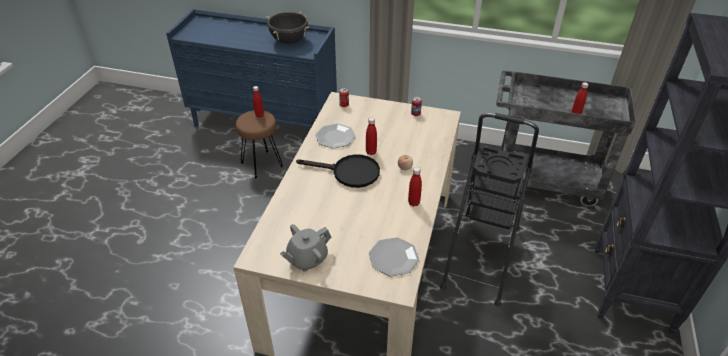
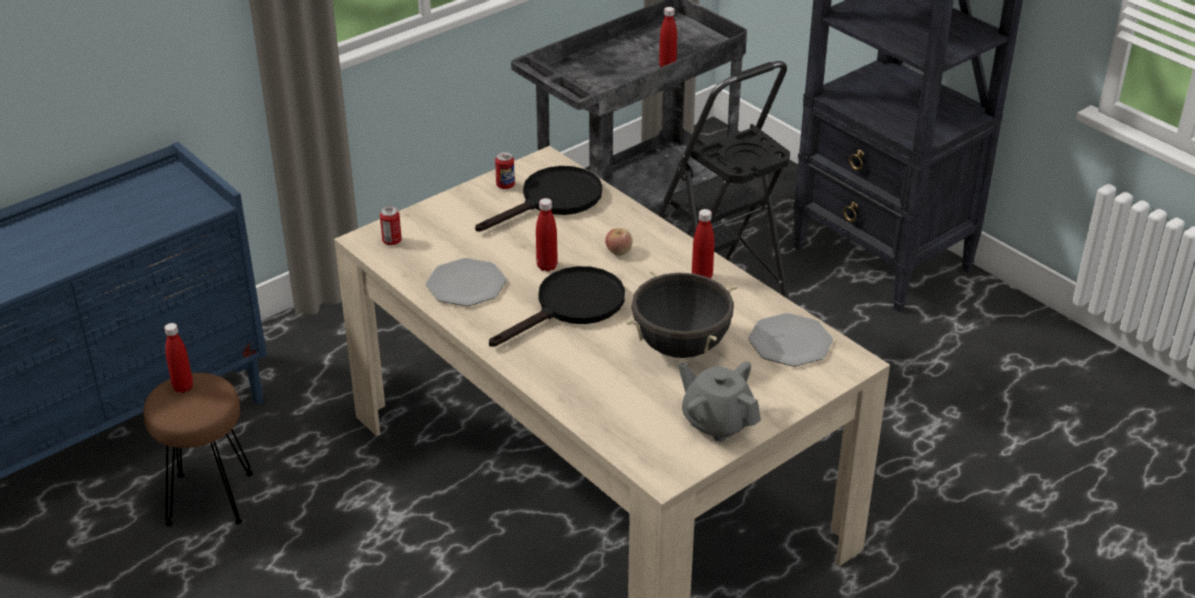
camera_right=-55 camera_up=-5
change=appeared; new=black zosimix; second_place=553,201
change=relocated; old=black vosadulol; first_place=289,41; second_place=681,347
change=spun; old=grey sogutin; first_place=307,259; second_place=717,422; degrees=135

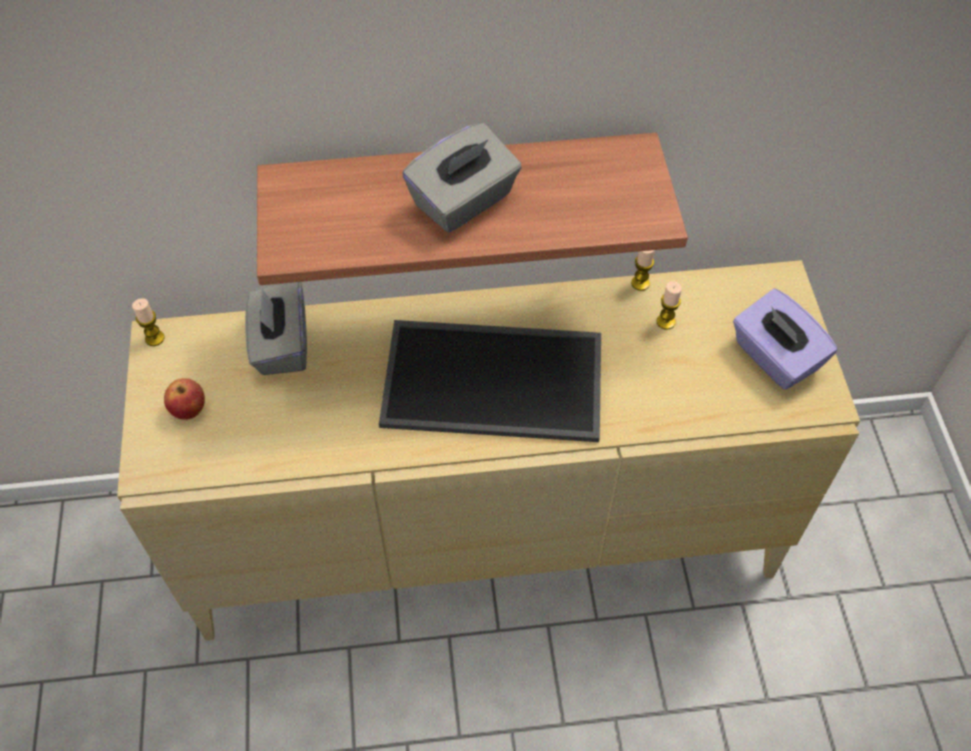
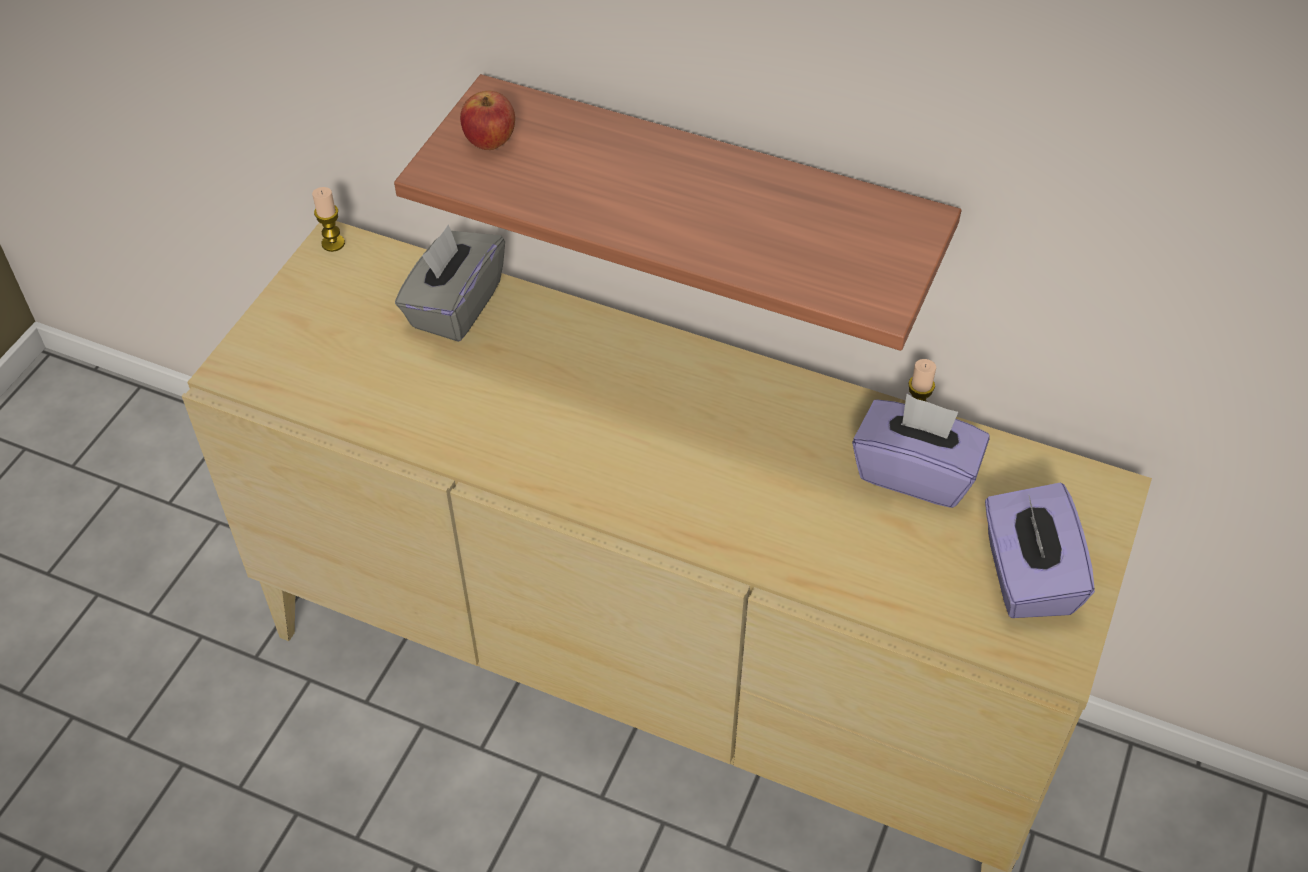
camera_right=30 camera_up=-5
change=relocated; old=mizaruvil; first_place=189,409; second_place=490,142
change=exchanged; old=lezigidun; new=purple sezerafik; first_place=665,322; second_place=915,472
change=missing; old=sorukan; first_place=495,378
change=missing; old=grey sezerafik; first_place=464,202

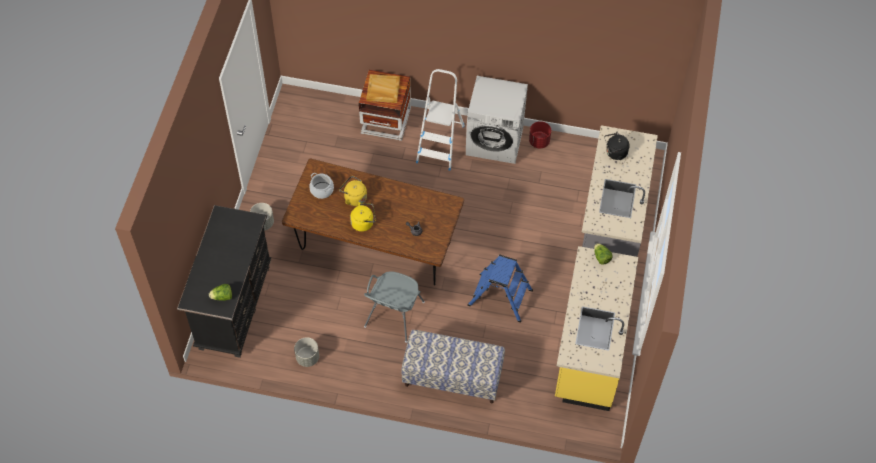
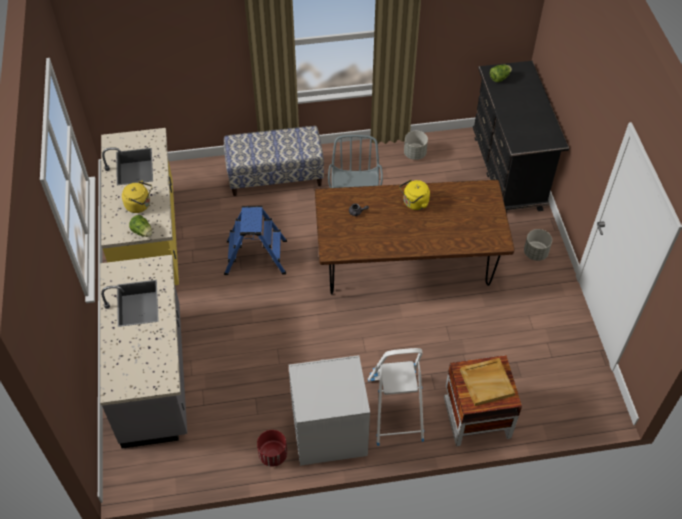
camera_right=160 camera_up=-5
change=relocated; old=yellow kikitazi; first_place=354,198; second_place=140,205
change=missing; old=vosadulol; first_place=322,190
change=missing; old=black kikitazi; first_place=615,153

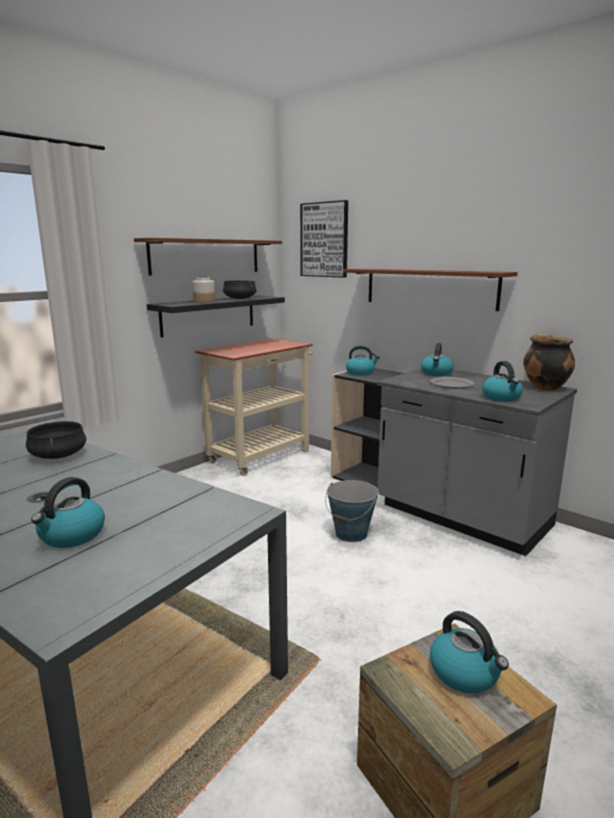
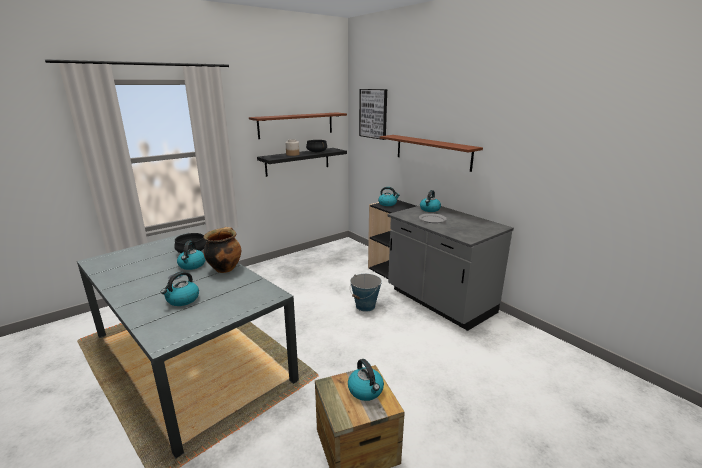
camera_right=10 camera_up=5
change=relocated; old=kikitazi; first_place=501,397; second_place=192,265
change=relocated; old=vosadulol; first_place=544,387; second_place=225,268
change=missing; old=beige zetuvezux; first_place=260,456

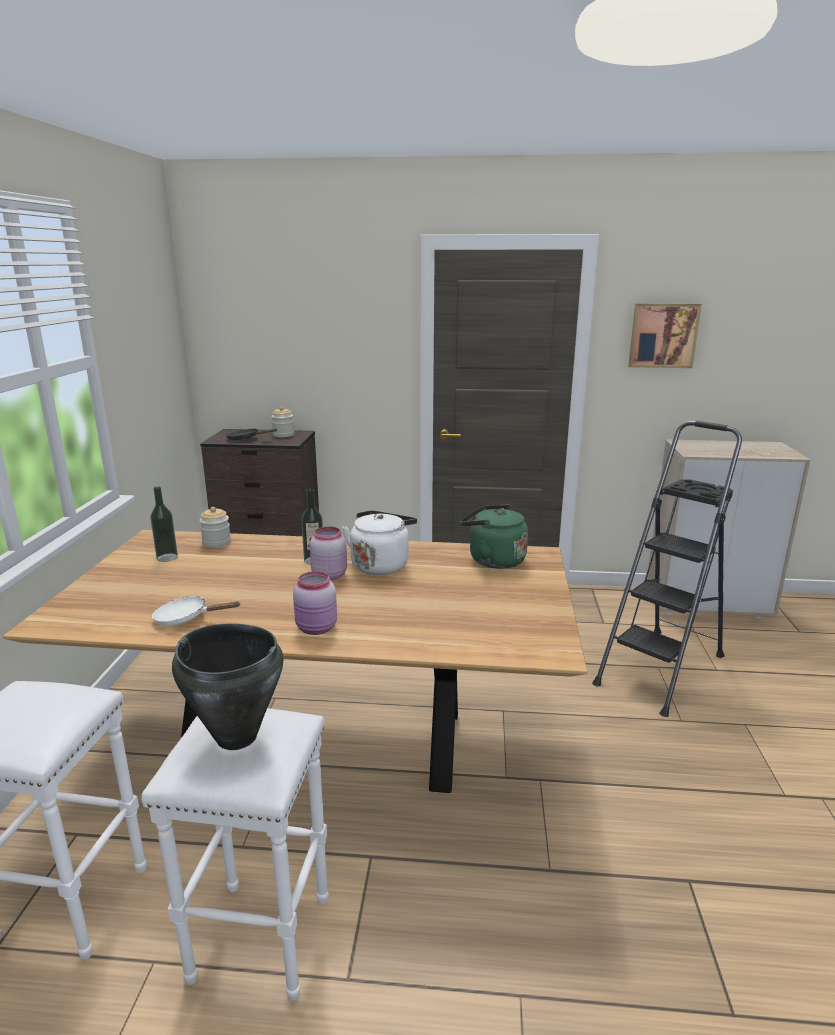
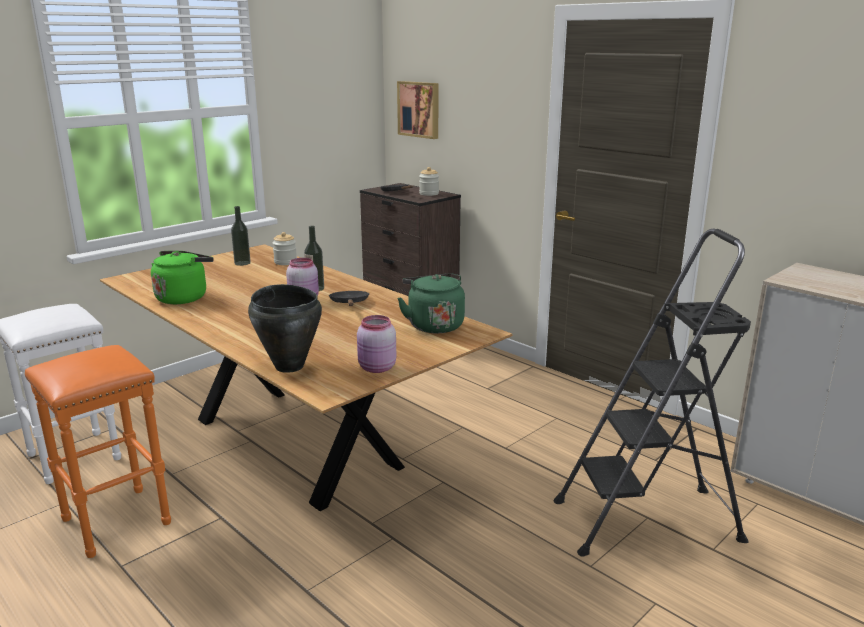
camera_right=40 camera_up=0
change=colour; old=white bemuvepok; new=orange bemuvepok; first_place=257,939; second_place=114,521
change=exchanged; old=white zosimix; new=green kikitazi; first_place=186,618; second_place=183,297
change=relocated; old=black vosadulol; first_place=236,736; second_place=289,366
change=exchanged; old=white kikitazi; new=black zosimix; first_place=381,564; second_place=349,303
change=relocated; old=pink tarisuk; first_place=317,629; second_place=377,368
change=relocated; old=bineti; first_place=663,335; second_place=419,109

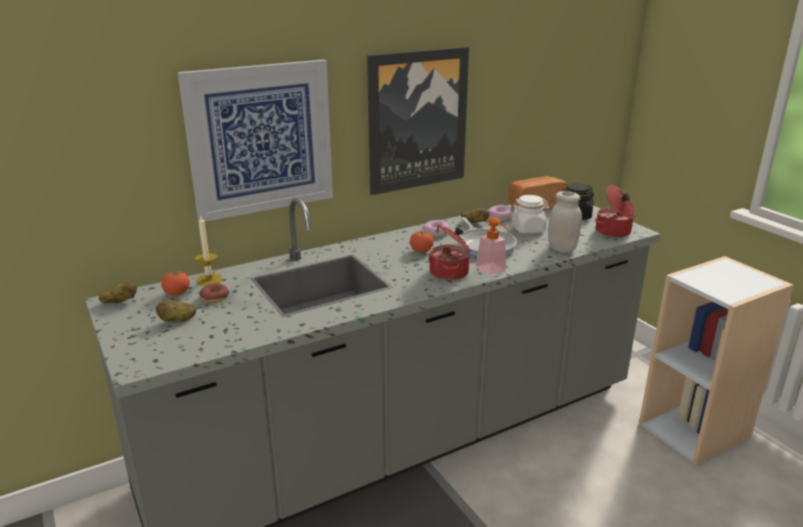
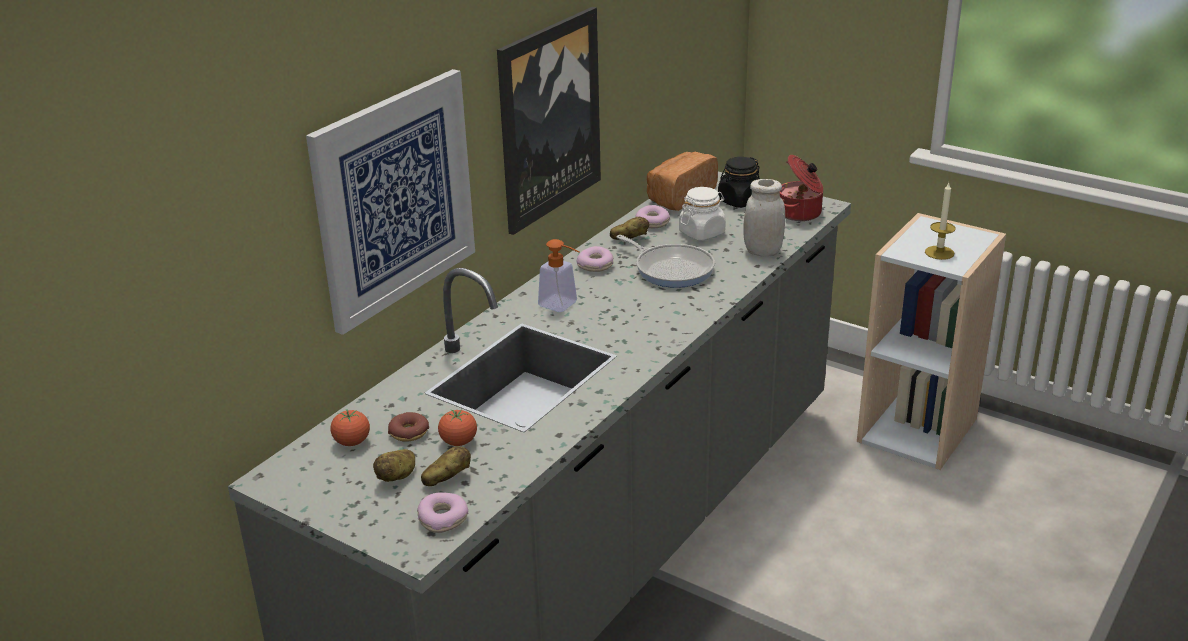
camera_right=-25 camera_up=5
change=appeared; new=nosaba; second_place=443,519
change=relocated; old=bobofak; first_place=120,302; second_place=447,478
change=relocated; old=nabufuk; first_place=421,251; second_place=458,442
change=relocated; old=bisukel; first_place=493,271; second_place=563,306
change=relocated; old=lezigidun; first_place=209,280; second_place=939,252
change=missing; old=vosadulol; first_place=450,272

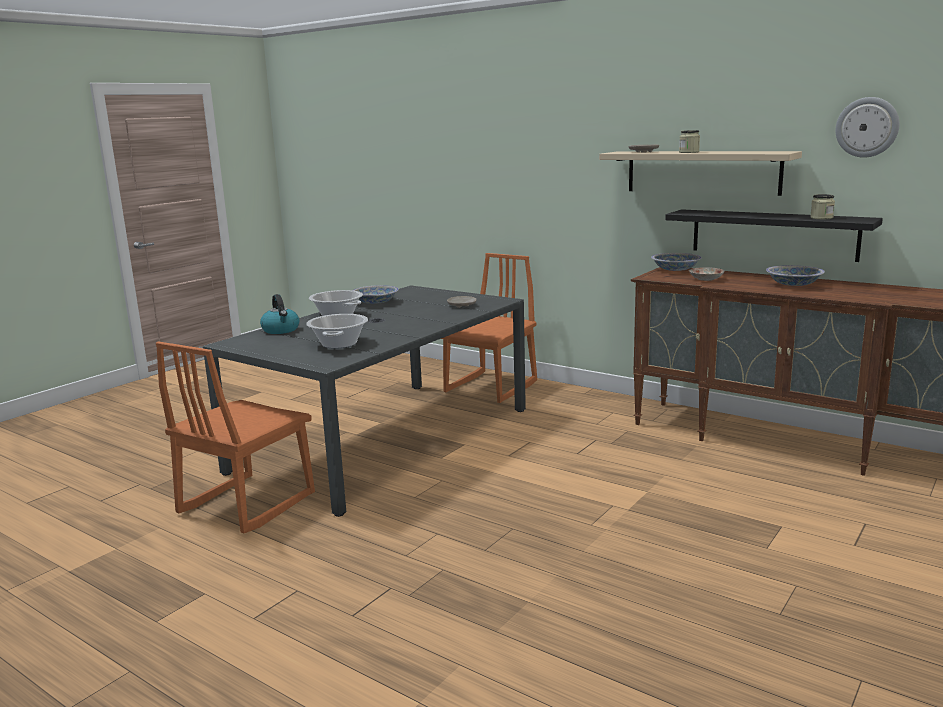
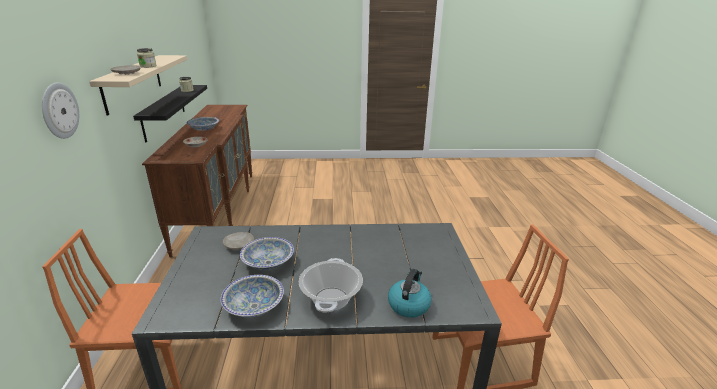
camera_right=-130 camera_up=10
change=relocated; old=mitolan; first_place=867,127; second_place=59,110
change=relocated; old=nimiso; first_place=675,270; second_place=268,263
change=missing; old=vosadulol; first_place=339,344

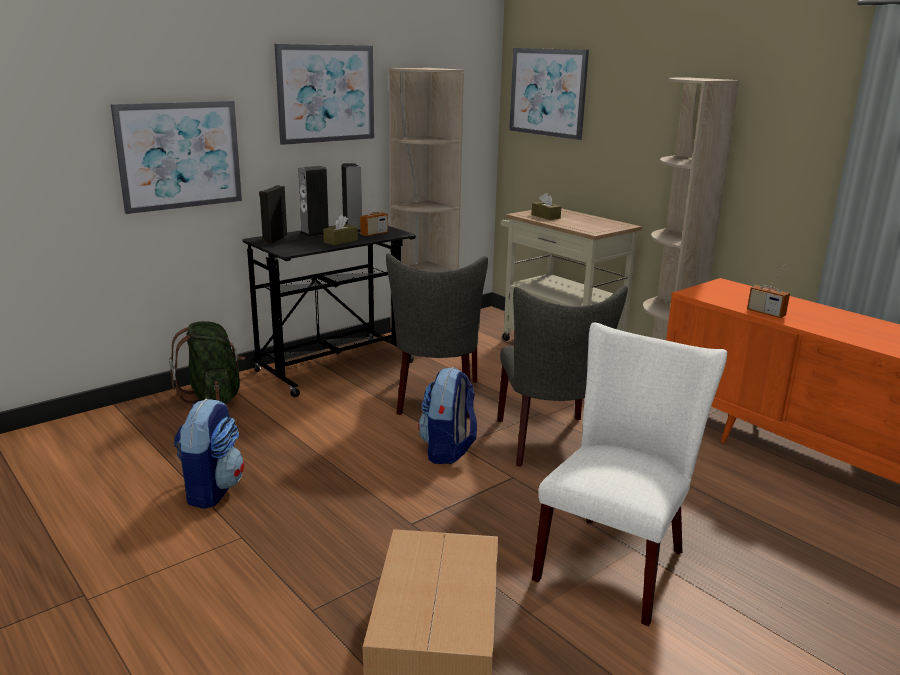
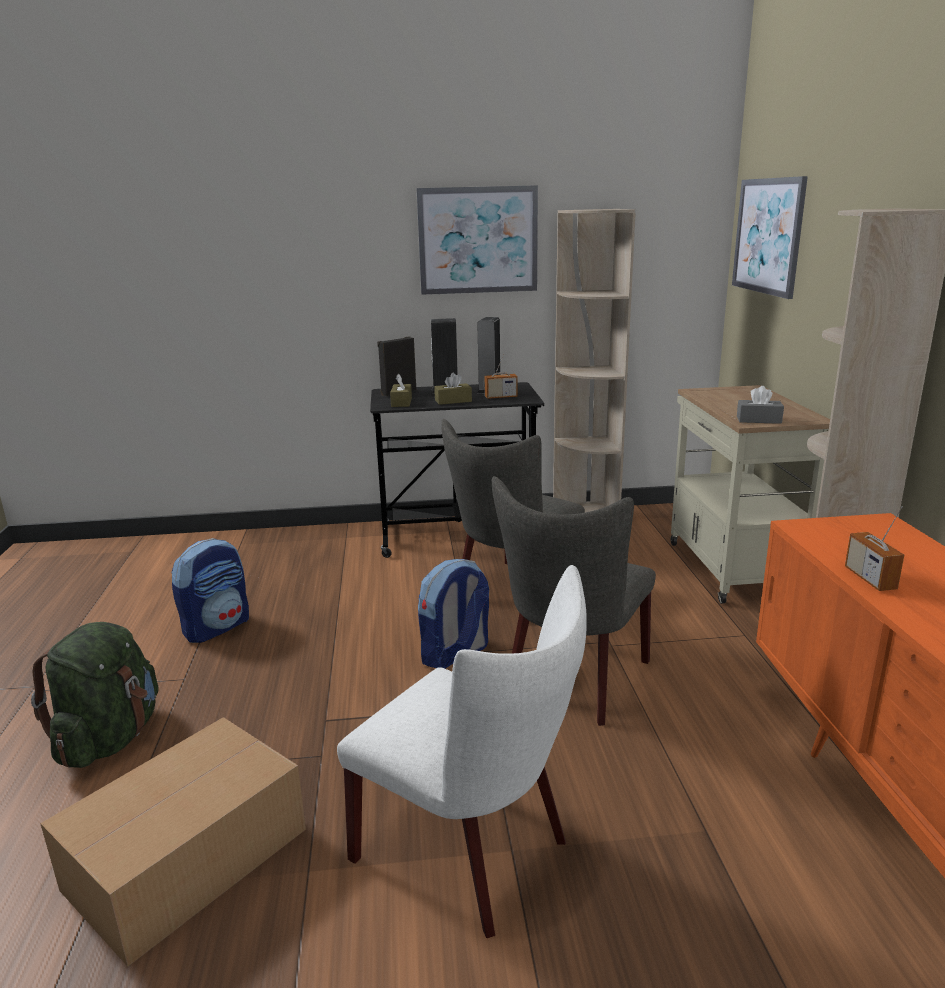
camera_right=35 camera_up=0
change=relocated; old=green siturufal; first_place=213,397; second_place=110,738
change=spun; old=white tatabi; first_place=615,560; second_place=472,853; degrees=60
change=relocated; old=brown sezerafik; first_place=545,216; second_place=401,402
change=appeared; new=grey sezerafik; second_place=758,420
change=missing; old=bineti; first_place=179,155

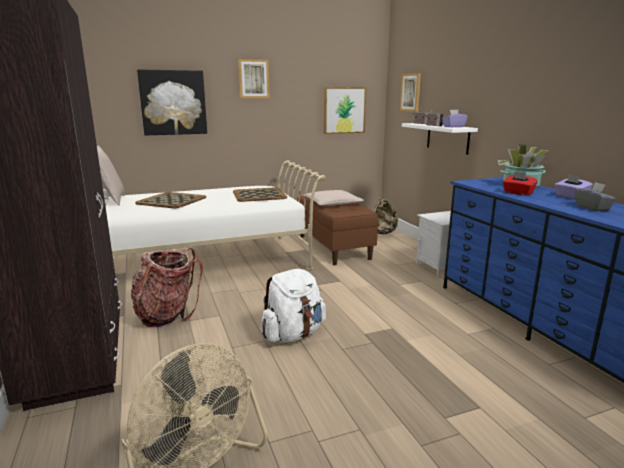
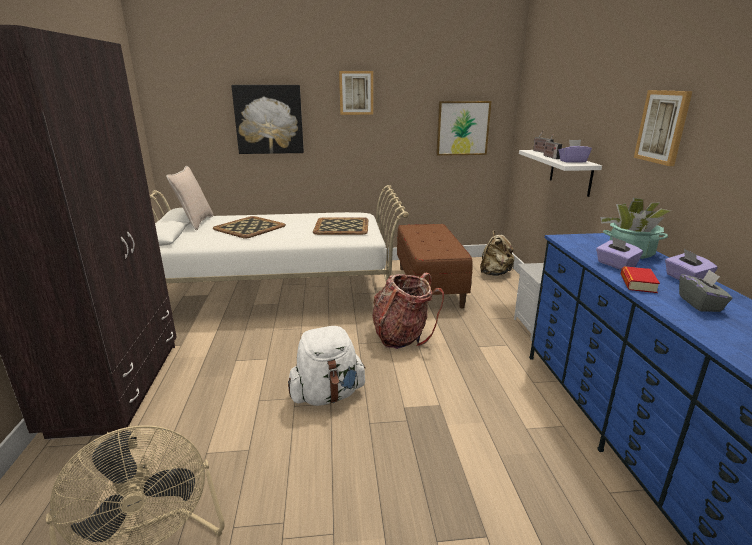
camera_right=15 camera_up=5
change=relocated; old=siturufal; first_place=167,314; second_place=402,336
change=colour; old=red sezerafik; new=purple sezerafik; first_place=518,193; second_place=615,265
change=appeared; new=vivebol; second_place=637,283
change=relocated; old=bineti; first_place=411,92; second_place=663,127
change=missing; old=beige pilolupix; first_place=332,203

